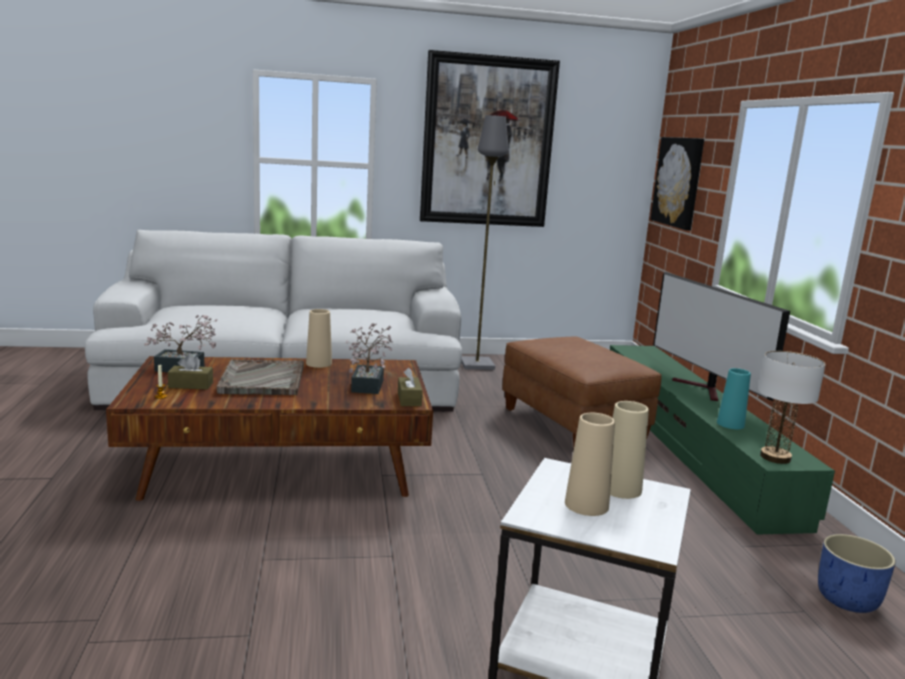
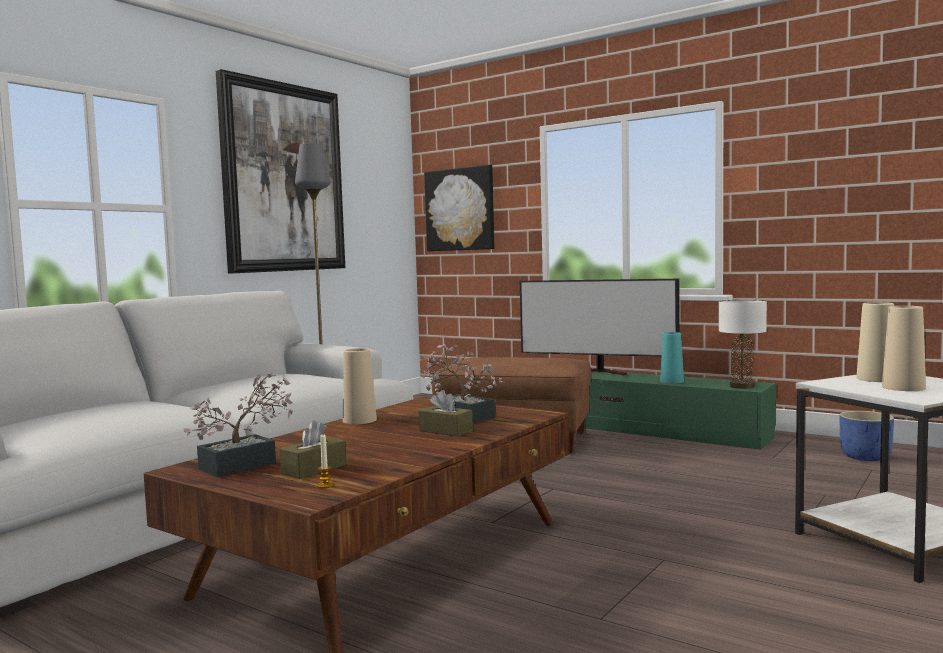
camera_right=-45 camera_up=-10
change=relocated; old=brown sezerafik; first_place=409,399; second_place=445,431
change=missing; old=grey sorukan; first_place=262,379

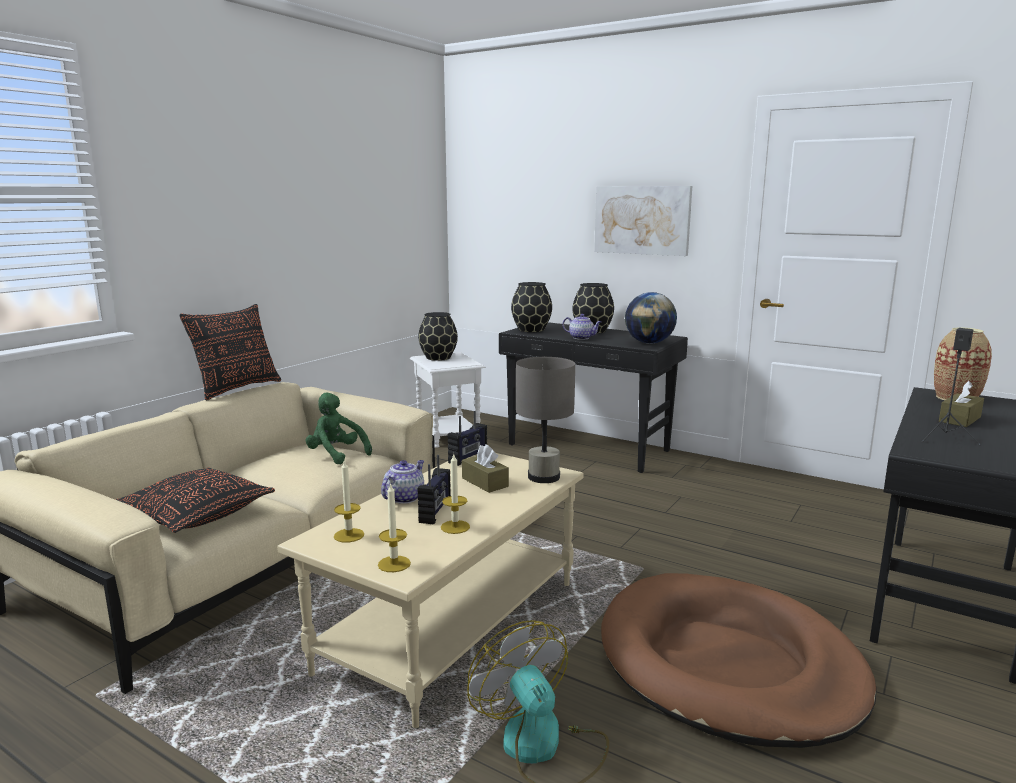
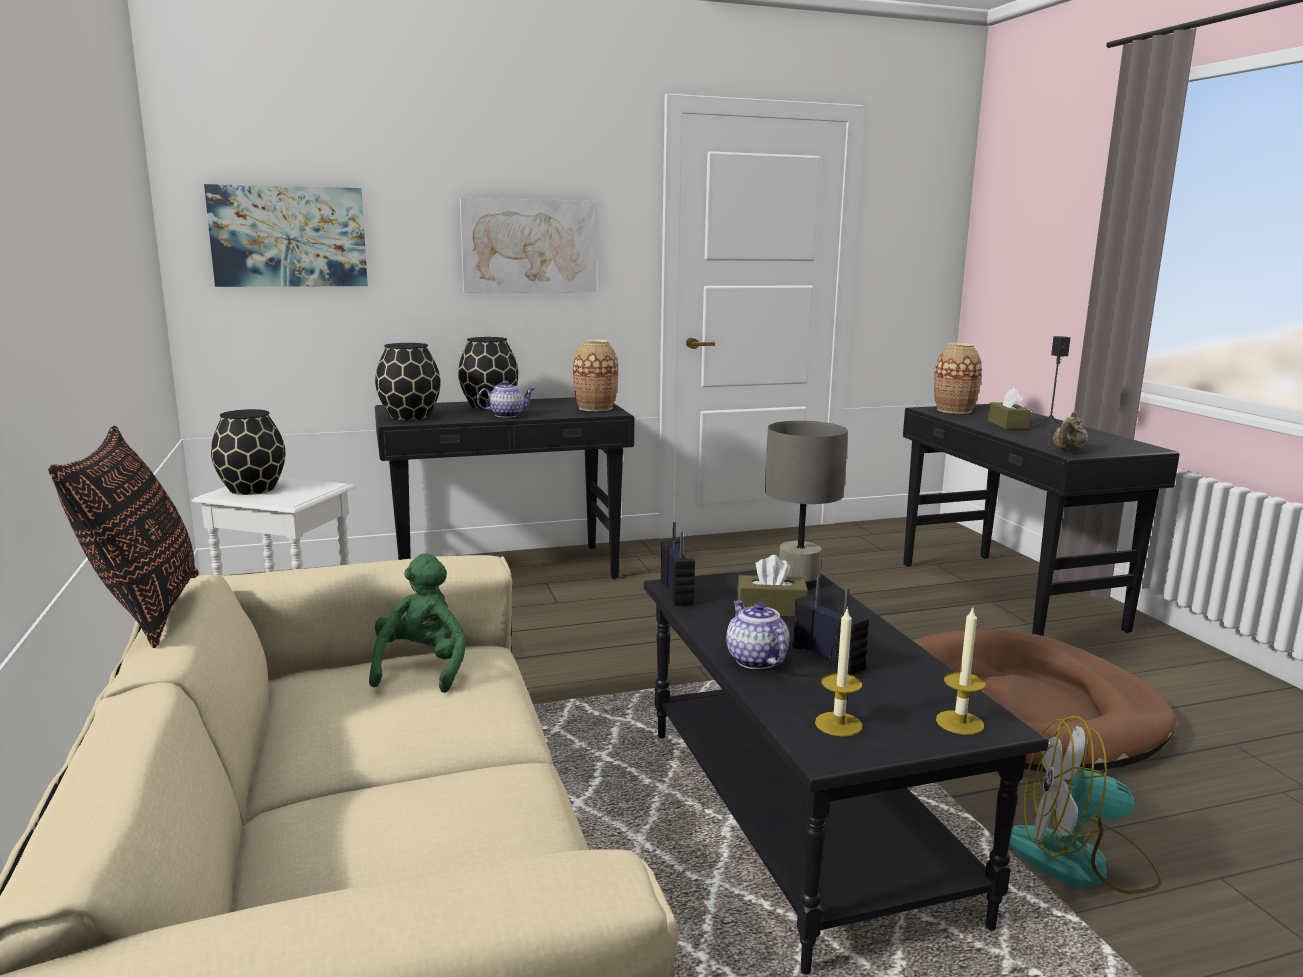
camera_right=-50 camera_up=0
change=appeared; new=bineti; second_place=289,236
change=spun; old=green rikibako; first_place=336,455; second_place=422,668; degrees=105
change=exchanged; old=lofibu; new=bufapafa; first_place=649,343; second_place=595,408
change=colour; old=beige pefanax; new=black pefanax; first_place=450,625; second_place=796,819
change=appeared; new=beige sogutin; second_place=1068,451
change=missing; old=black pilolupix; first_place=196,515
change=missing; old=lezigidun; first_place=455,527

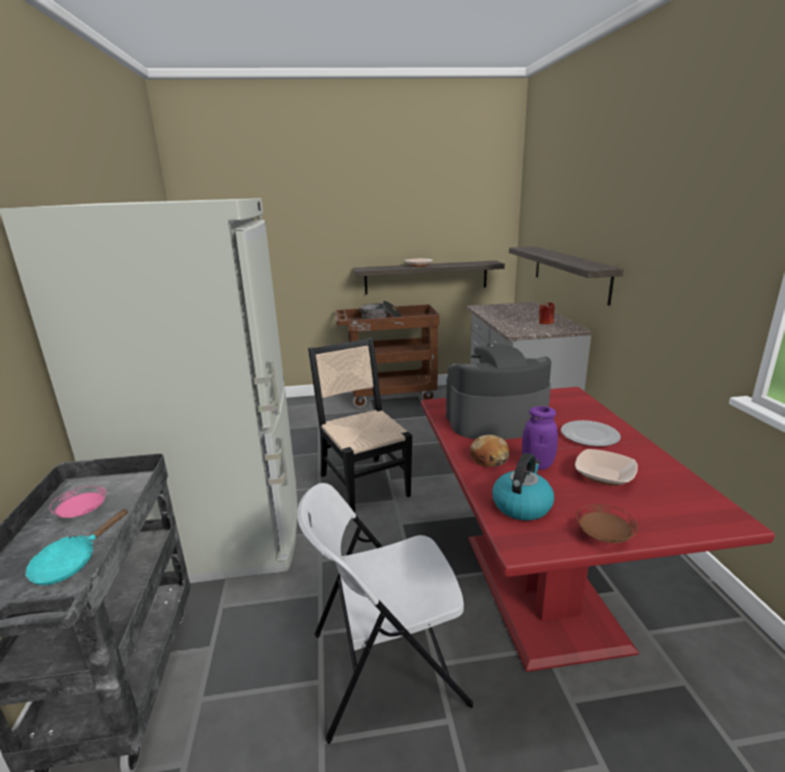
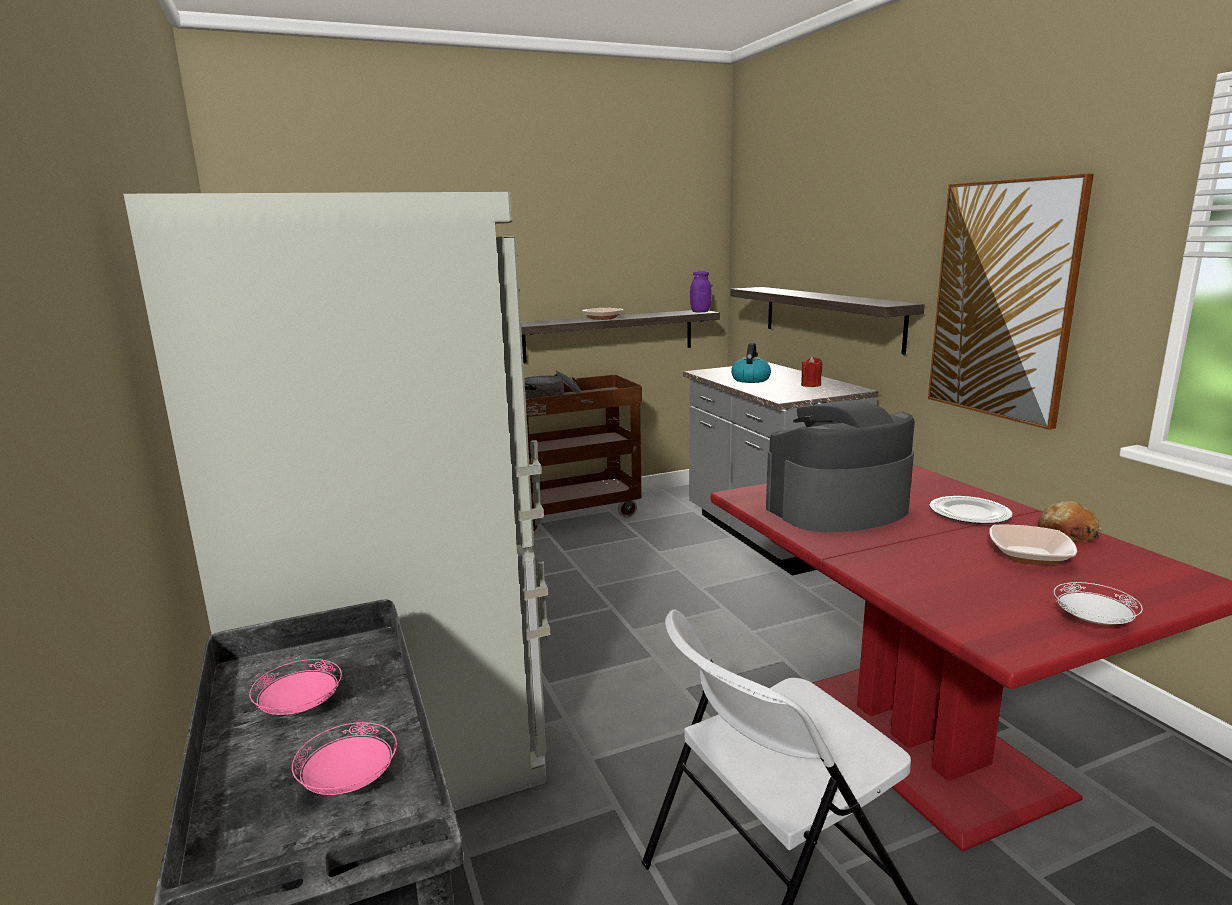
camera_right=-15 camera_up=-5
change=exchanged; old=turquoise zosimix; new=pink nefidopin; first_place=71,562; second_place=349,780
change=relocated; old=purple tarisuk; first_place=537,465; second_place=700,311
change=relocated; old=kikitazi; first_place=521,505; second_place=750,379
change=appeared; new=bineti; second_place=1003,300
change=relocated; old=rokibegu; first_place=489,458; second_place=1068,533
change=colour; old=brown nefidopin; new=white nefidopin; first_place=603,536; second_place=1092,622
change=missing; old=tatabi; first_place=364,485

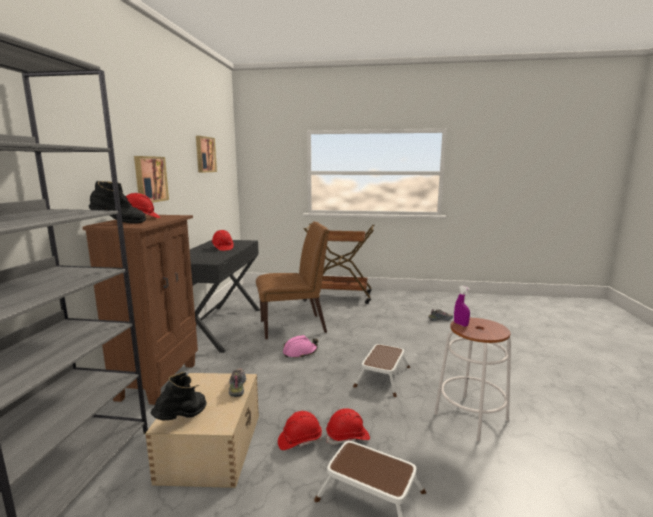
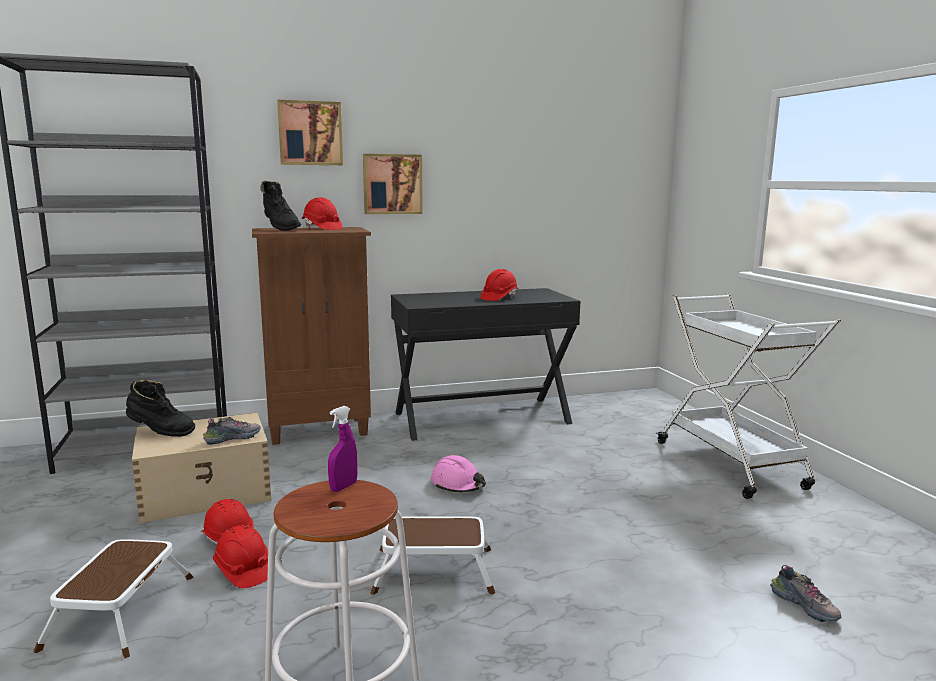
camera_right=65 camera_up=0
change=relocated; old=bineti; first_place=204,154; second_place=310,133
change=colour; old=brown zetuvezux; new=white zetuvezux; first_place=338,297; second_place=729,465
change=missing; old=brown tatabi; first_place=292,327

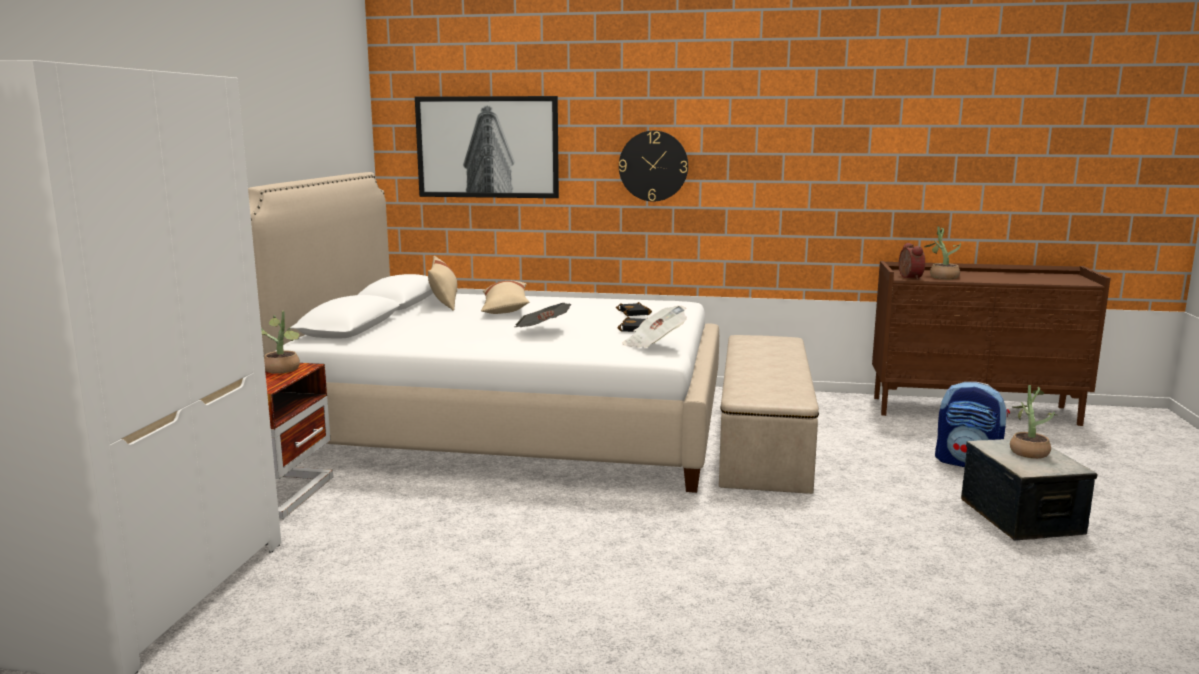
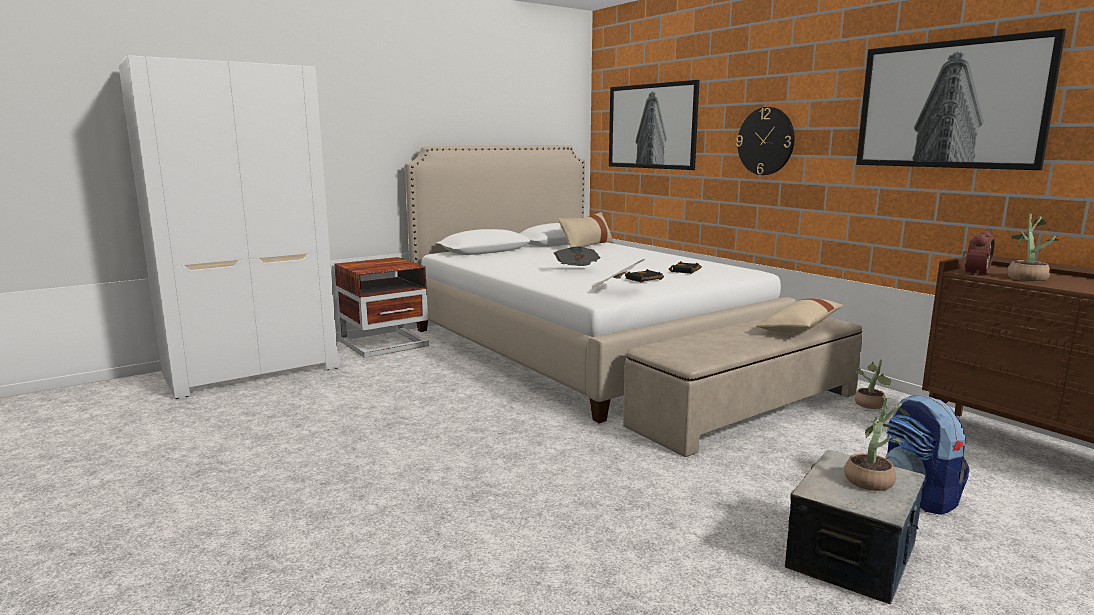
camera_right=45 camera_up=0
change=relocated; old=beige pilolupix; first_place=505,308; second_place=800,327
change=relocated; old=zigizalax; first_place=283,370; second_place=870,406
change=appeared; new=bineti; second_place=950,105

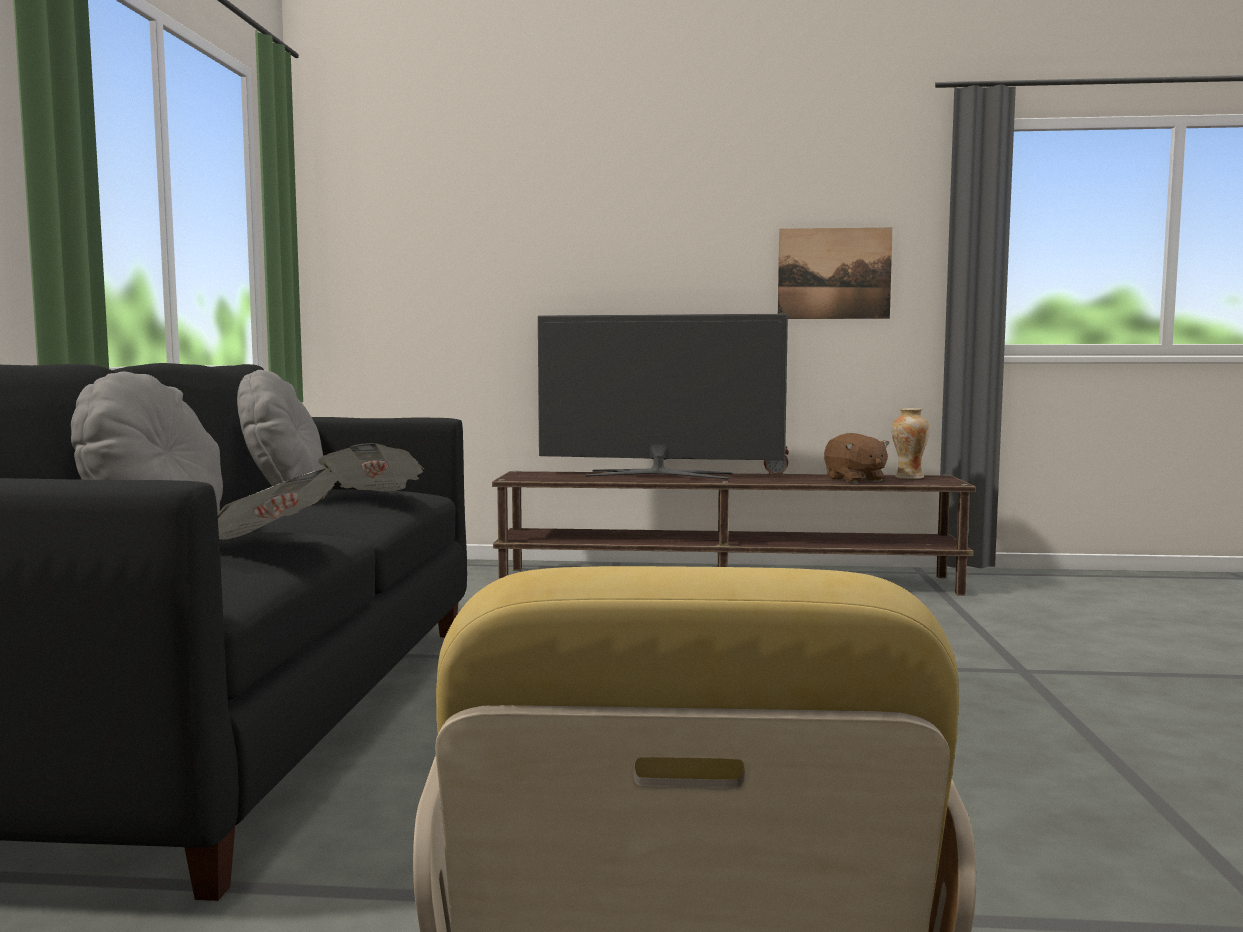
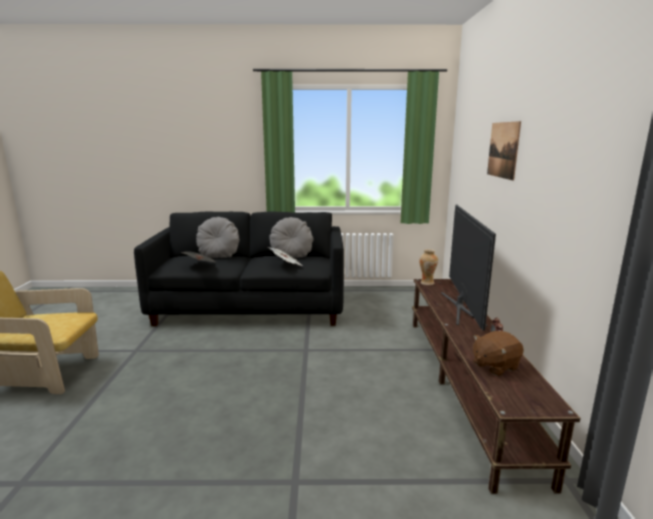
camera_right=85 camera_up=10
change=relocated; old=bufapafa; first_place=909,477; second_place=427,283
change=relocated; old=bineti; first_place=834,273; second_place=503,150

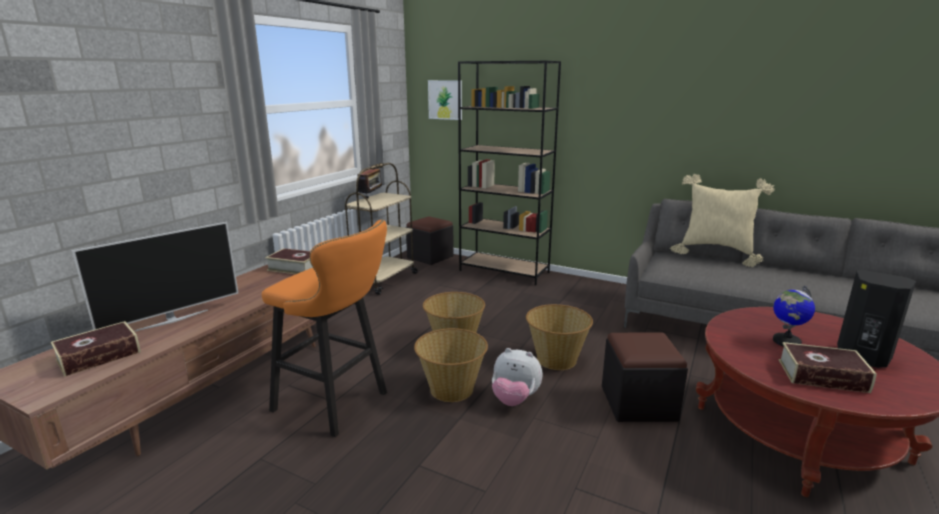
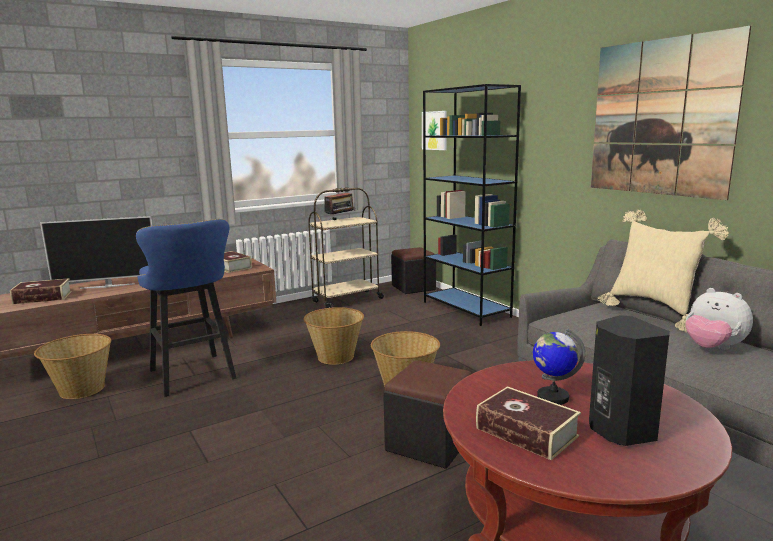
camera_right=30 camera_up=-5
change=relocated; old=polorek; first_place=451,390; second_place=81,390
change=colour; old=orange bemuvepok; new=blue bemuvepok; first_place=339,405; second_place=194,378
change=colour; old=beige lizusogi; new=blue lizusogi; first_place=504,271; second_place=466,309
change=appeared; new=bineti; second_place=660,118
change=relocated; old=rikibako; first_place=514,399; second_place=713,348

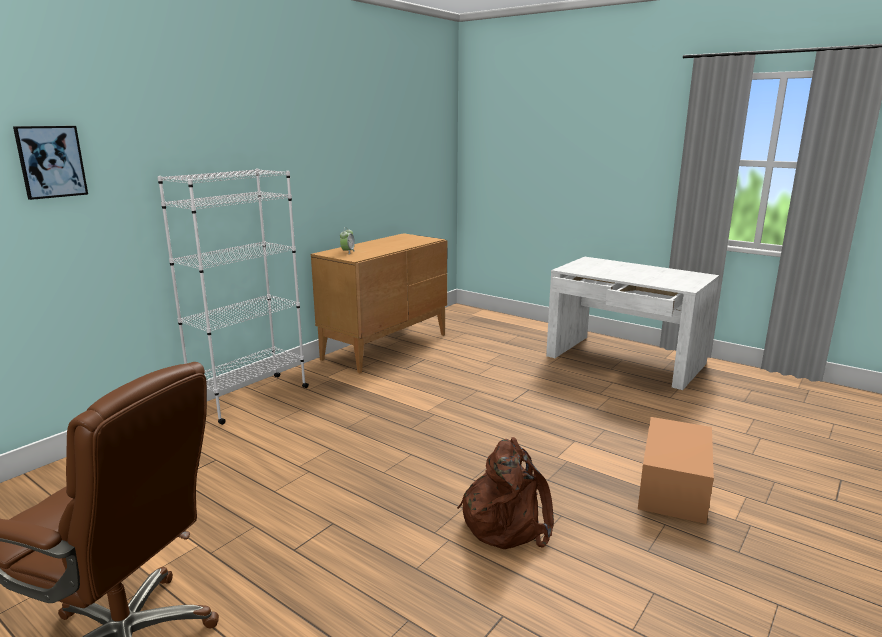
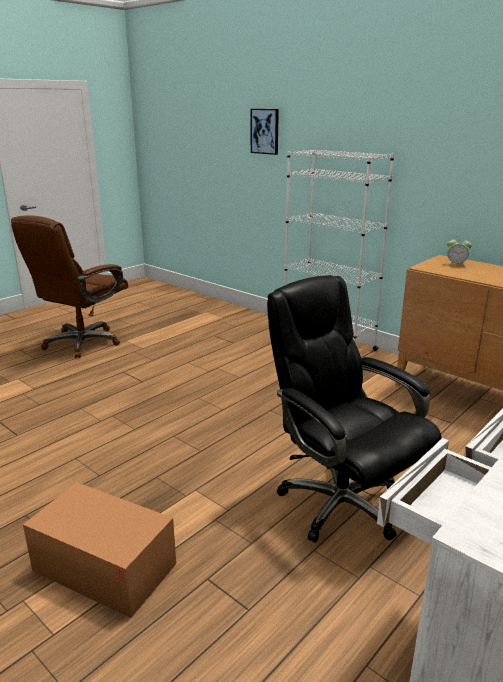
camera_right=95 camera_up=5
change=appeared; new=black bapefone; second_place=343,505
change=missing; old=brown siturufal; first_place=506,521

